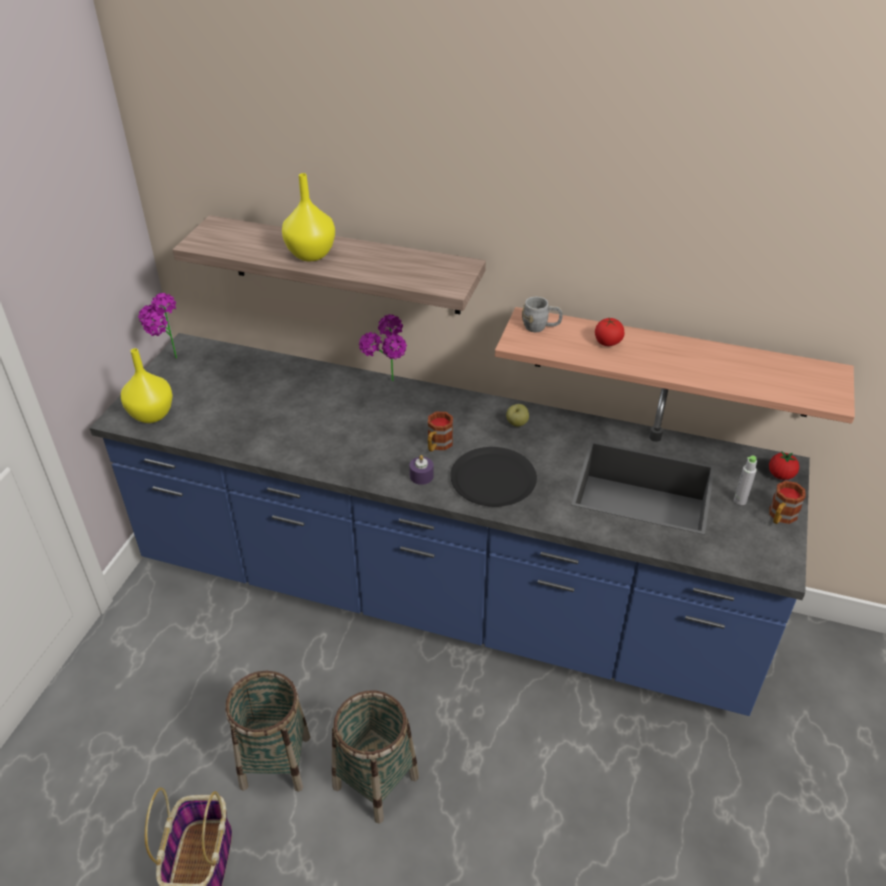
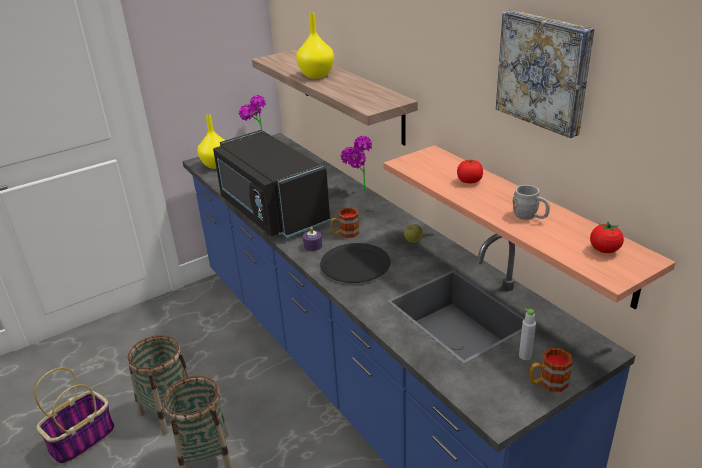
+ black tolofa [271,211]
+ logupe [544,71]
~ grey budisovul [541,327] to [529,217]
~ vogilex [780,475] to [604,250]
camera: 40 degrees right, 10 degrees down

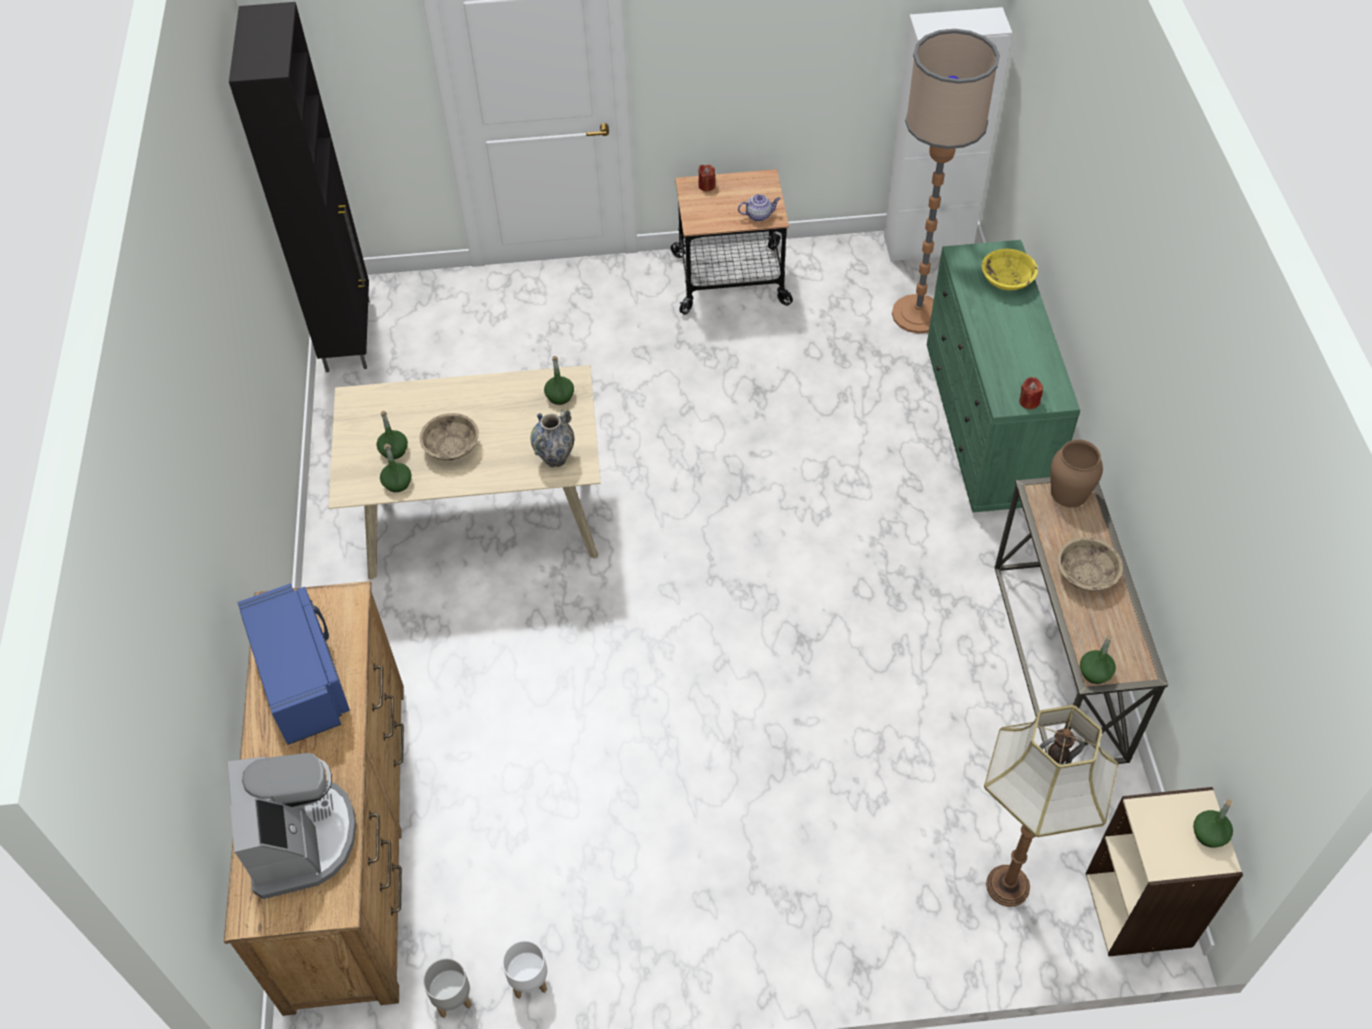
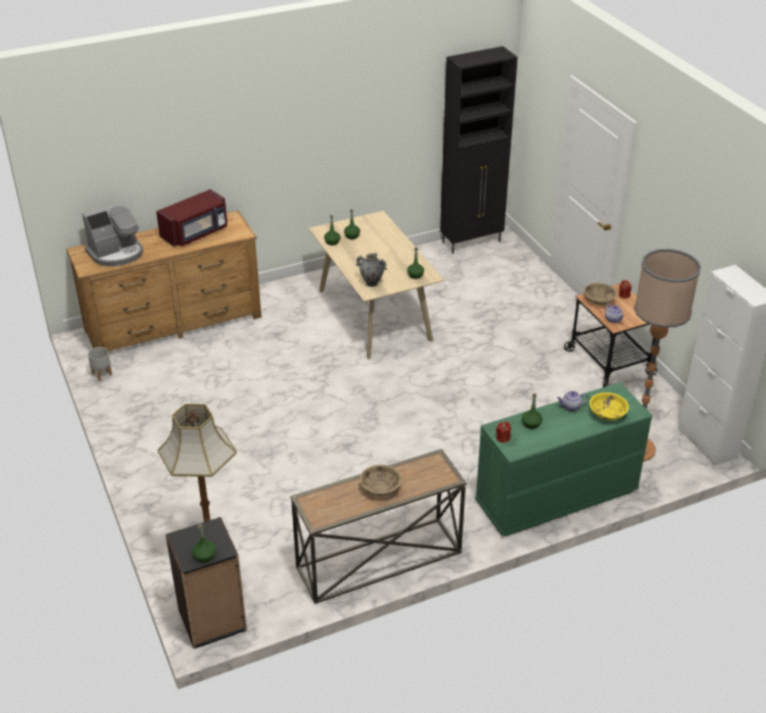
~ blue tolofa [303,680] to red tolofa [195,233]
~ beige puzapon [1139,909] to black puzapon [212,620]
~ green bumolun [1095,673] to [531,424]
+ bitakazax [570,407]
~ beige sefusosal [451,447] to [598,300]
- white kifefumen [529,981]
- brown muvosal [1069,493]
camera: 70 degrees right, 15 degrees down

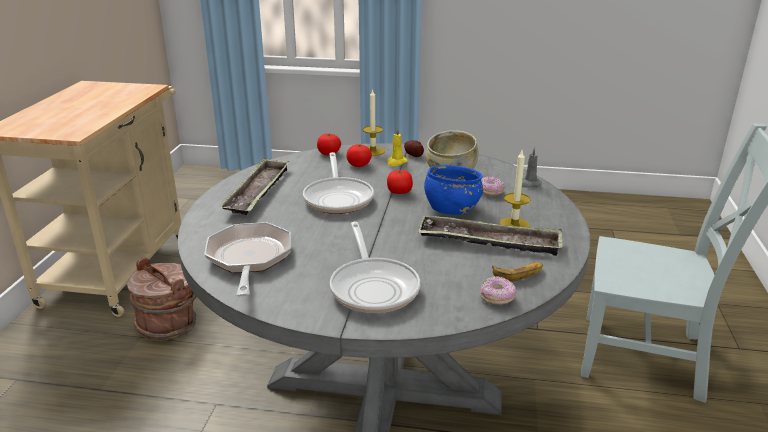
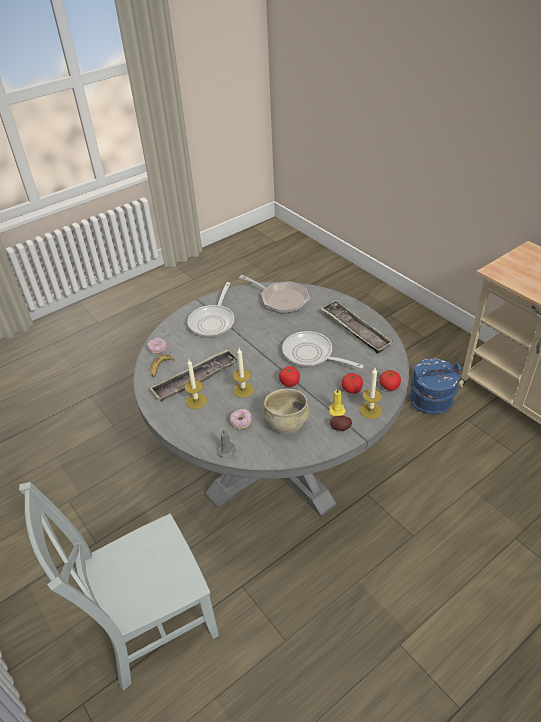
~ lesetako [373,287] = [213,321] 105 degrees counterclockwise
~ blue sefusosal [452,209] to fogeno [243,390]
~ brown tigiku [168,324] to blue tigiku [430,402]
camera: 135 degrees right, 15 degrees up

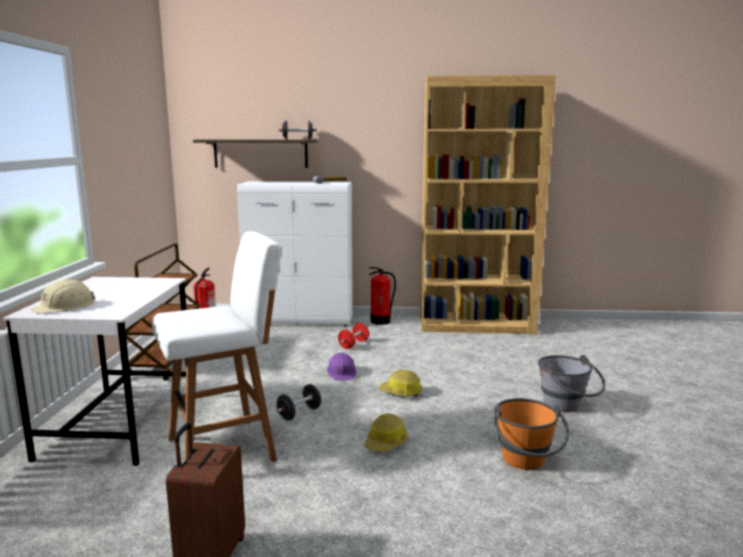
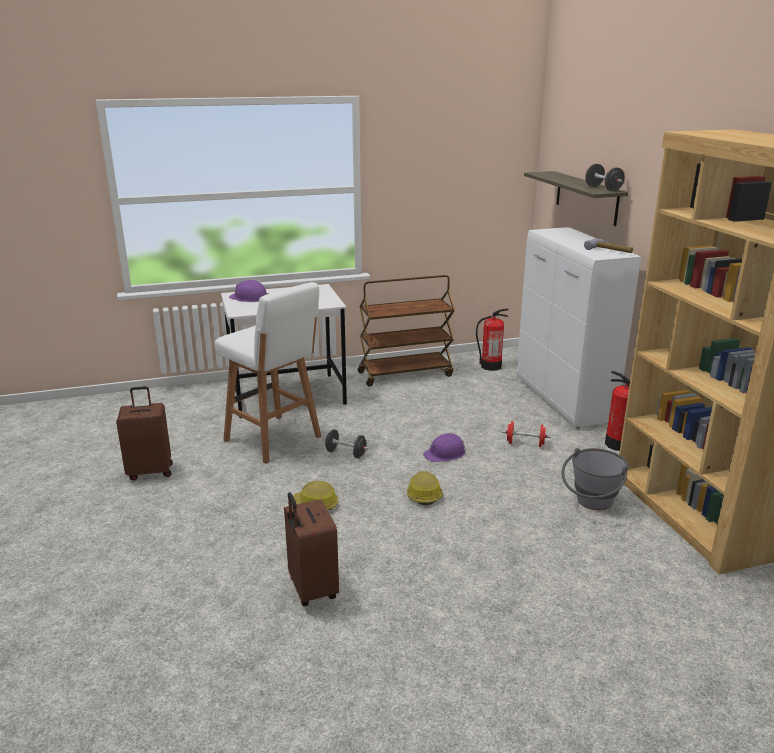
~ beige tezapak [65,306] to purple tezapak [249,298]
~ orange tigiku [526,463] to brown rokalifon [311,589]
~ grey tigiku [567,407] to [591,504]
camera: 70 degrees right, 10 degrees up

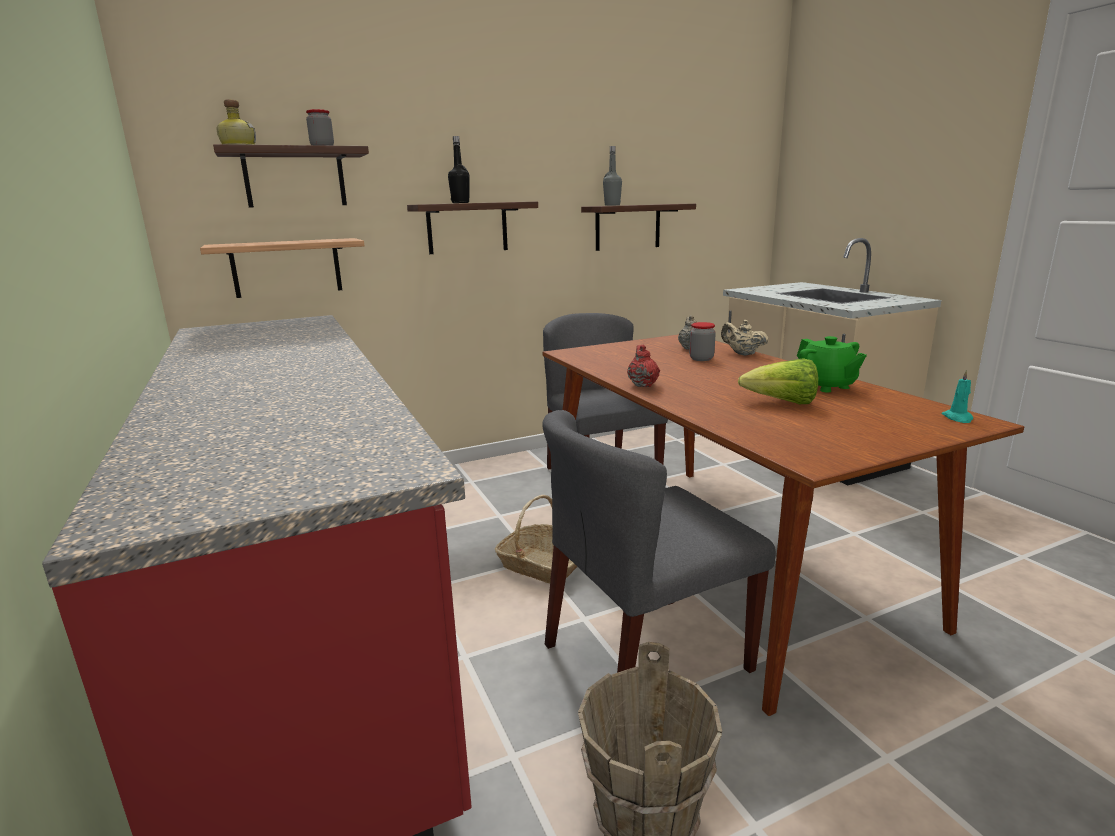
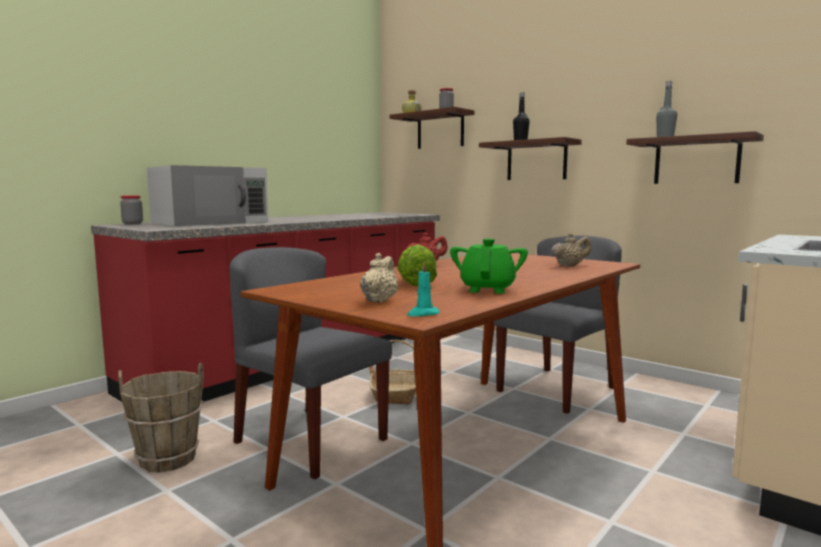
~ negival [701,359] to [132,223]
+ white tolofa [211,222]
~ beige bitakazax [742,354] to [379,300]
~ green bitakazax [825,386] = [487,289] 150 degrees clockwise
- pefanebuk [286,267]
camera: 65 degrees right, 10 degrees down

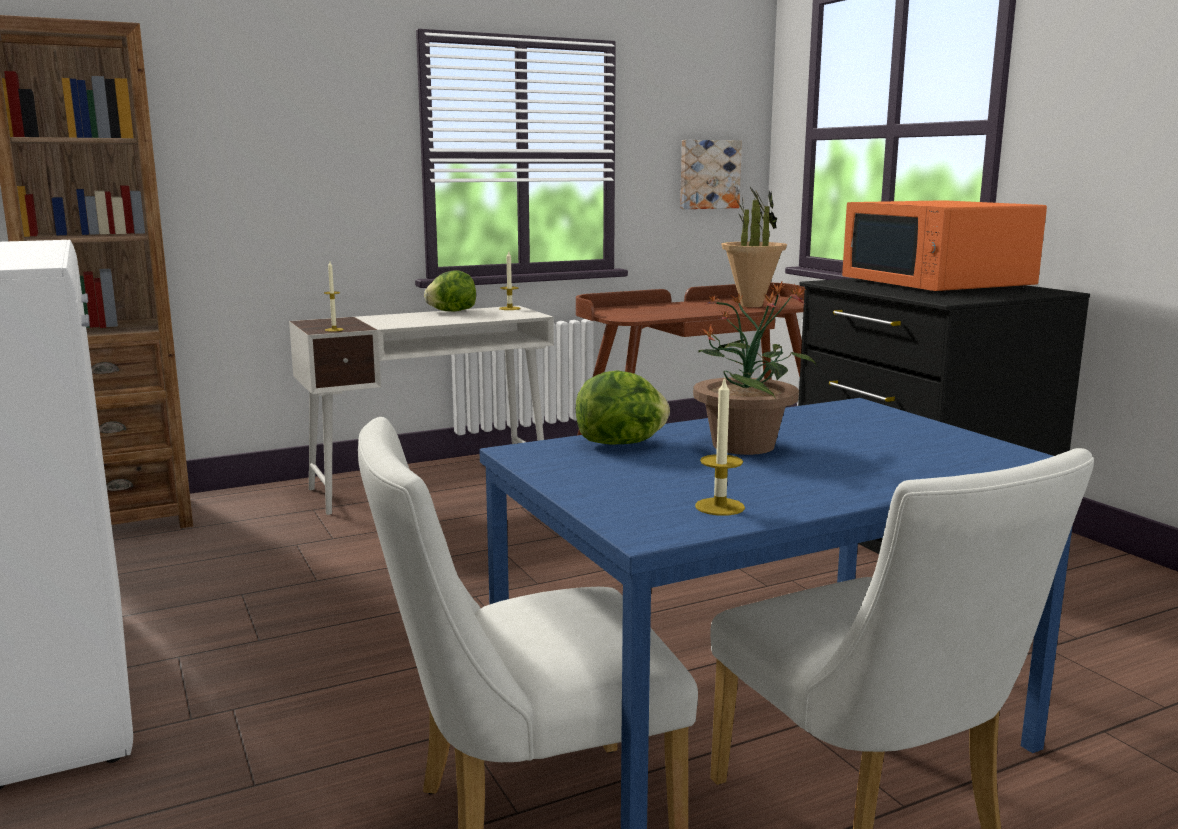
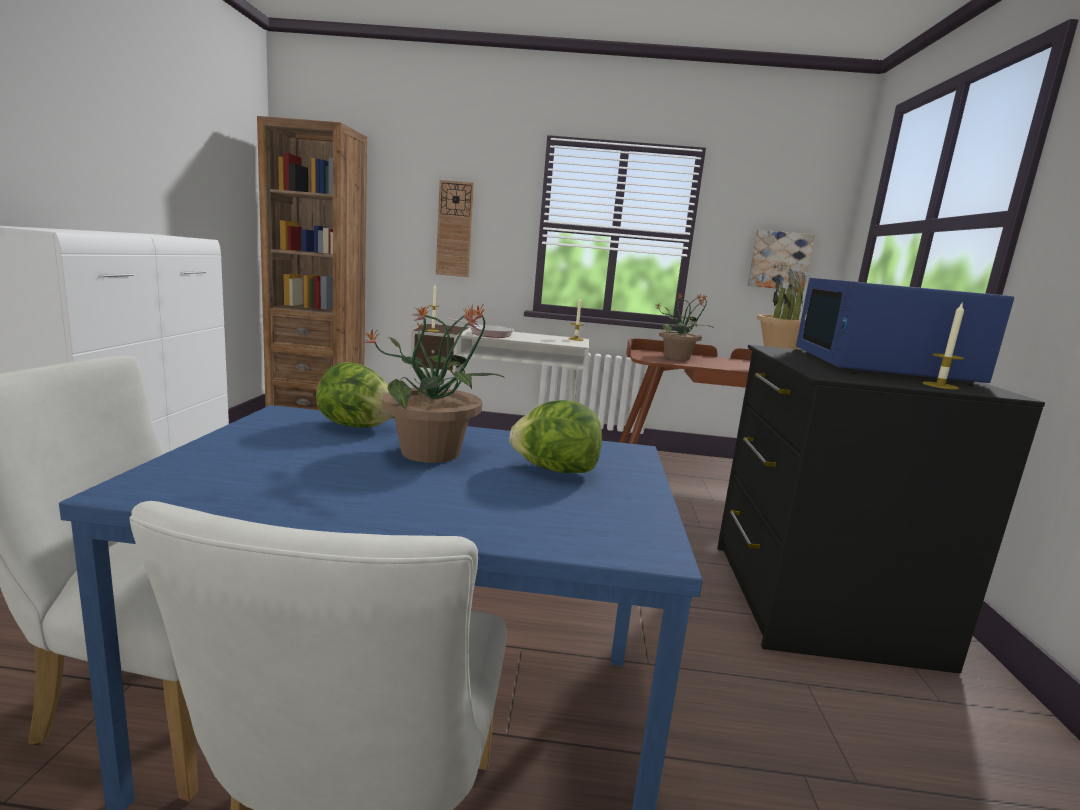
+ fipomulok [454,229]
+ lesetako [487,334]
~ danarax [451,311] to [555,470]
+ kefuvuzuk [678,358]
~ orange tolofa [937,283] to blue tolofa [880,366]
~ fogeno [719,507] to [940,385]
camera: 30 degrees right, 0 degrees up

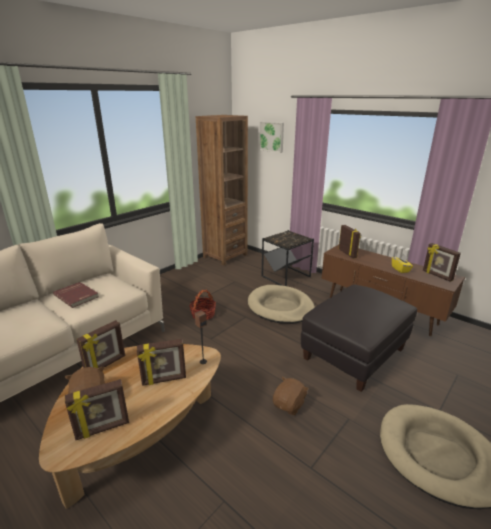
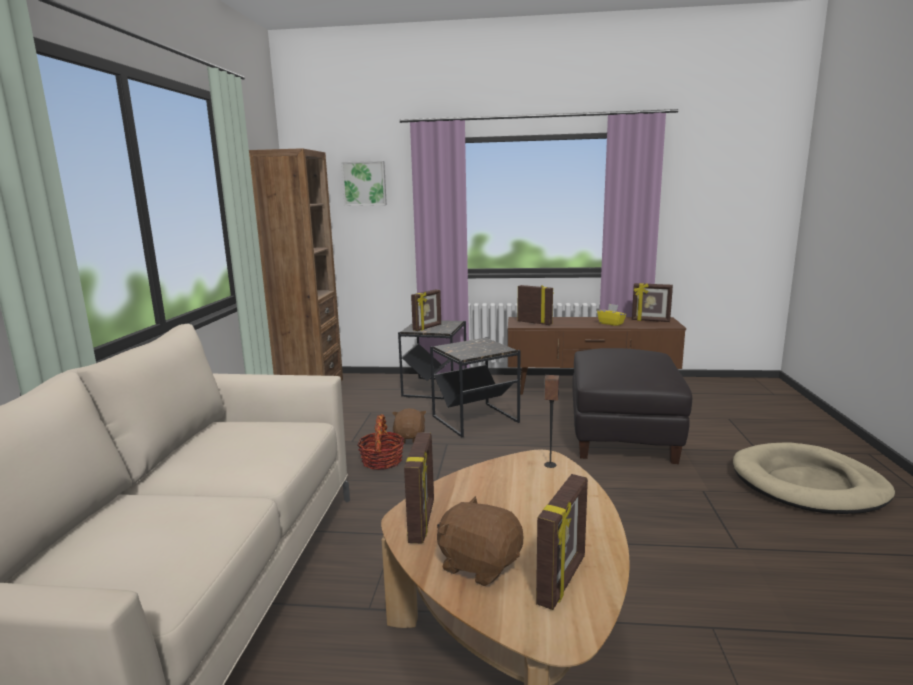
~ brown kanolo [289,405] to [410,439]
~ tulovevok [164,380] to [427,327]
~ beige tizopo [280,307] to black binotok [476,420]
- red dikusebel [77,296]
camera: 35 degrees left, 10 degrees down

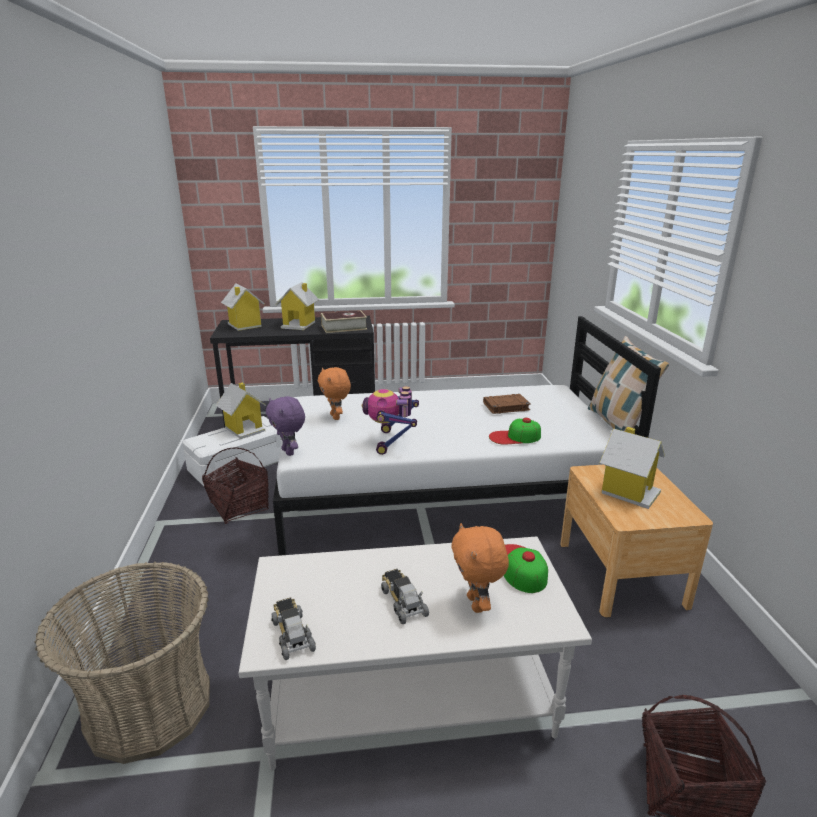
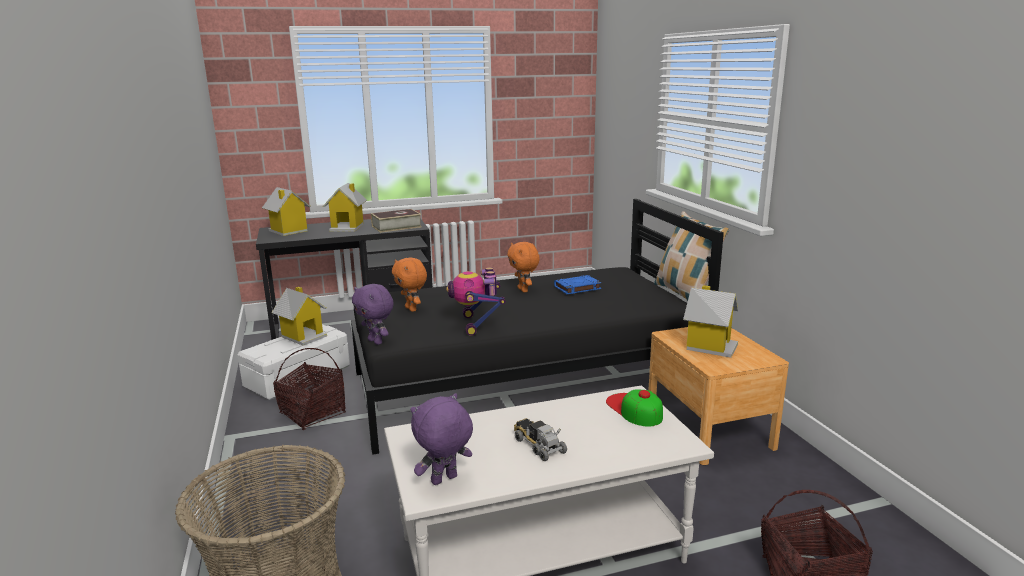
~ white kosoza [445,496] to black kosoza [525,383]
~ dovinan [292,634] to purple kanolo [444,480]
~ orange kanolo [477,604] to [524,290]
~ brown dikusebel [505,407] to blue dikusebel [577,288]
- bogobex [514,437]
camera: 10 degrees left, 5 degrees down

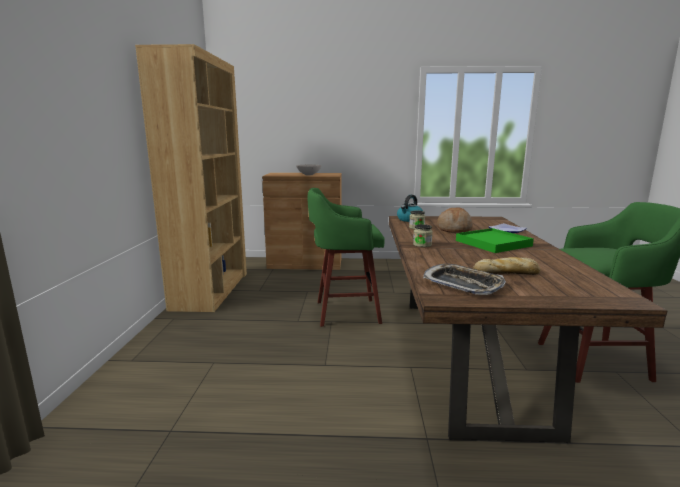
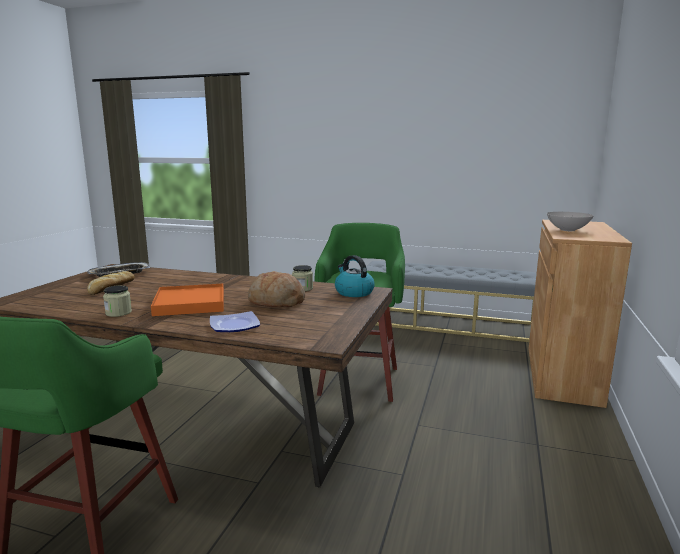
~ negival [422,245] to [118,313]
~ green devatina [492,243] to orange devatina [190,303]
~ brown puzapon [211,290] to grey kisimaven [446,323]
camera: 105 degrees right, 0 degrees up

